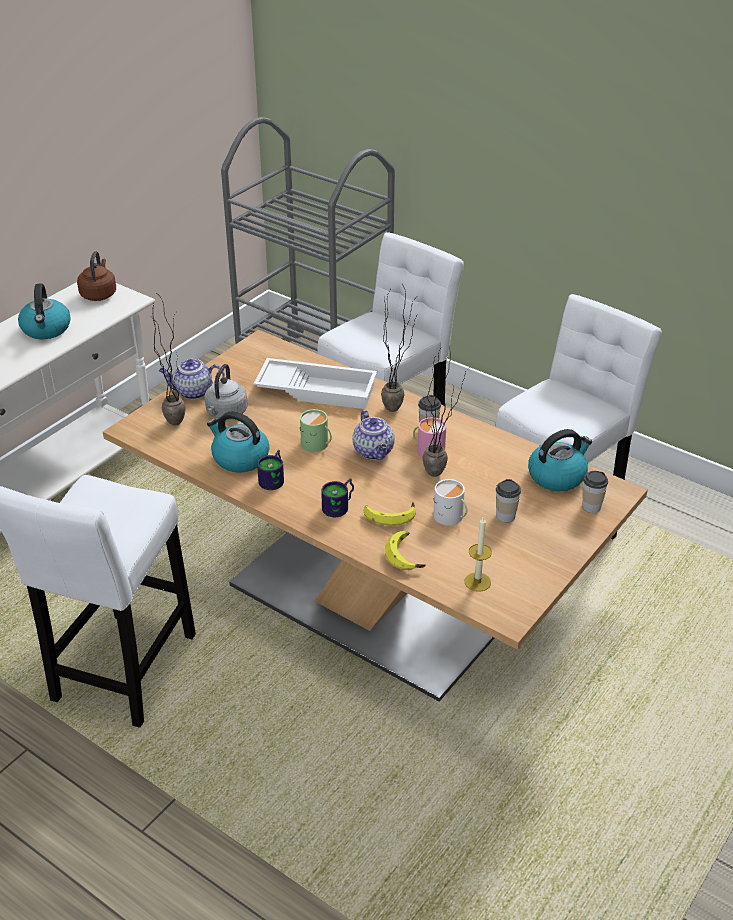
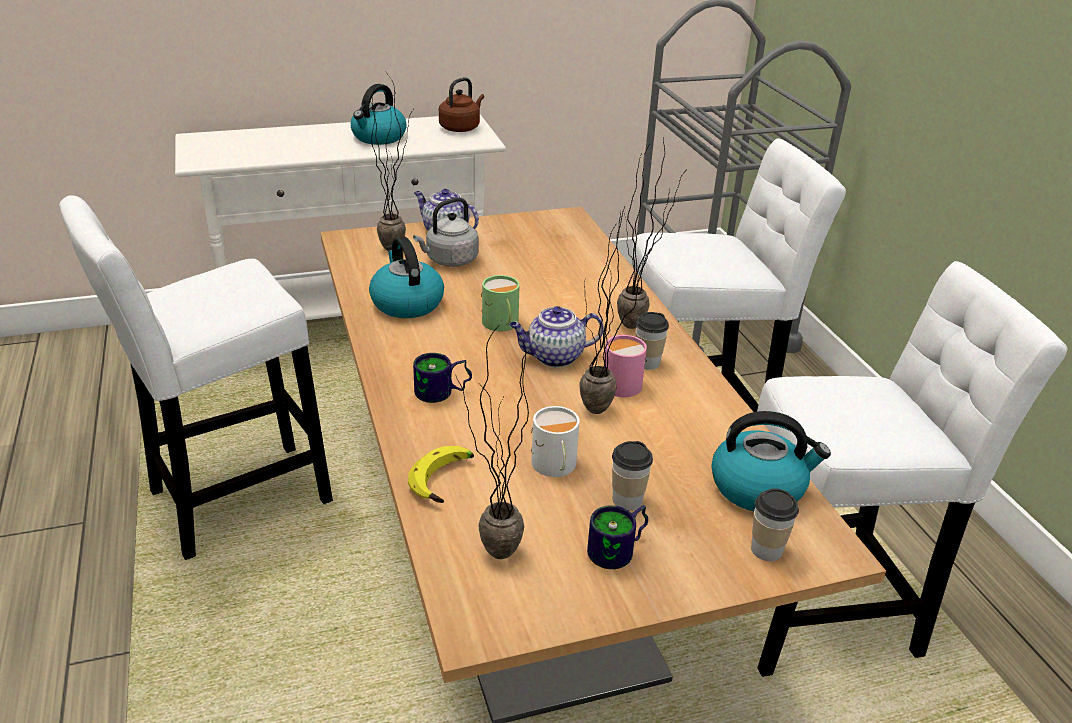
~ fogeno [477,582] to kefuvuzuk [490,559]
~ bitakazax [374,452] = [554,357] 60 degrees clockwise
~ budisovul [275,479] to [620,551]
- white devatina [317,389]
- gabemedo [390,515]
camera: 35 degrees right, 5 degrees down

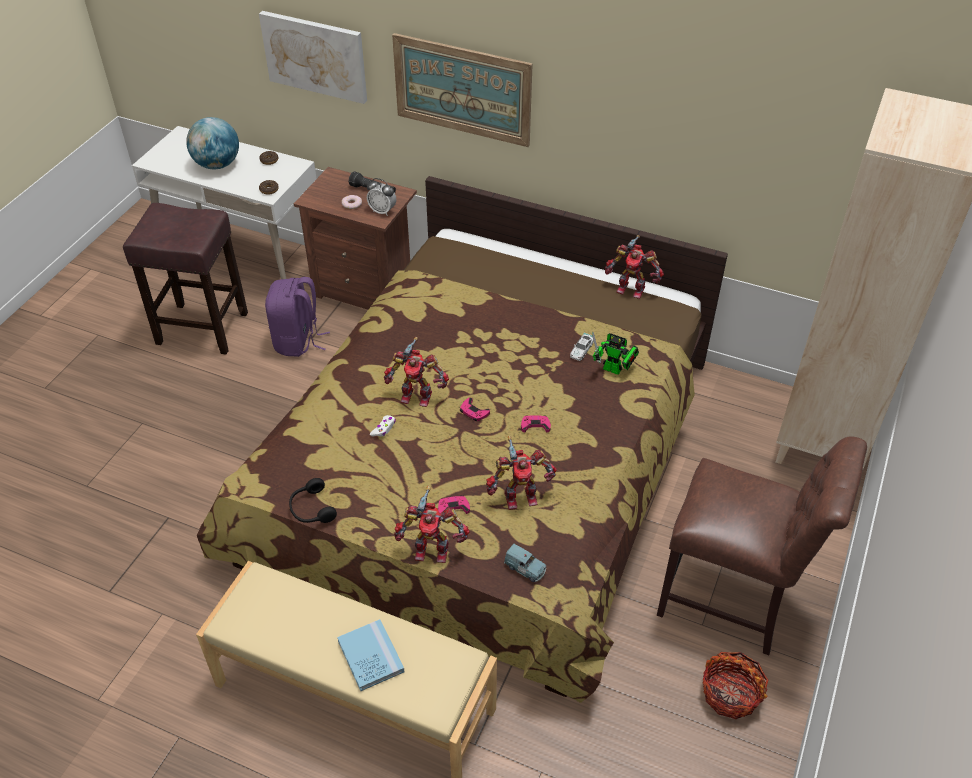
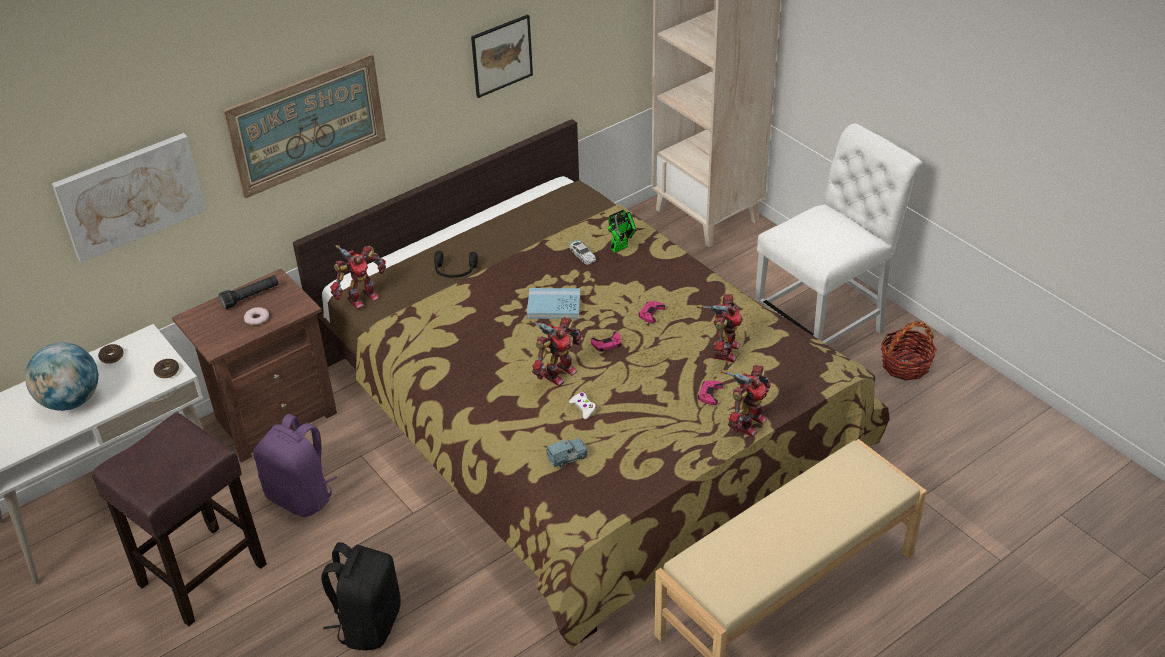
+ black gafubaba [368,623]
~ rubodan [631,288] to [361,297]
~ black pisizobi [311,509] to [455,271]
+ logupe [501,55]
~ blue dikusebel [370,656] to [554,306]
~ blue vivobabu [525,568] to [568,457]
~ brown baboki [733,600] to white baboki [824,327]
- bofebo [382,211]
camera: 60 degrees left, 5 degrees down

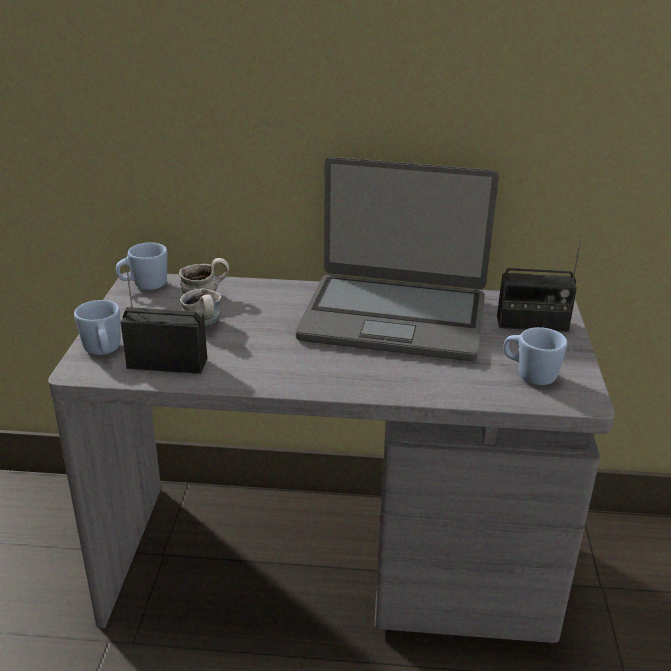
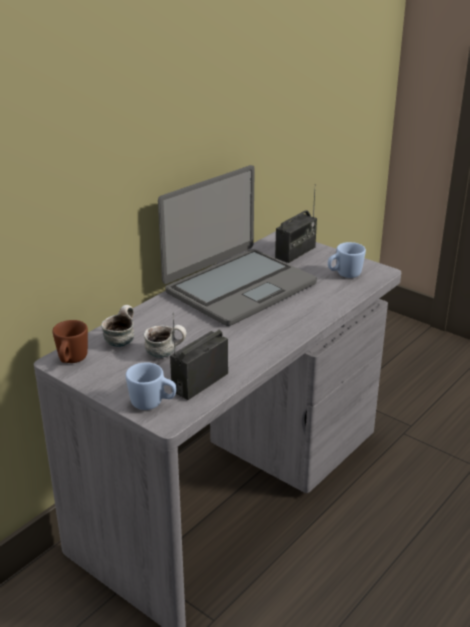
~ blue budisovul [144,286] to brown budisovul [71,360]
camera: 55 degrees left, 0 degrees up

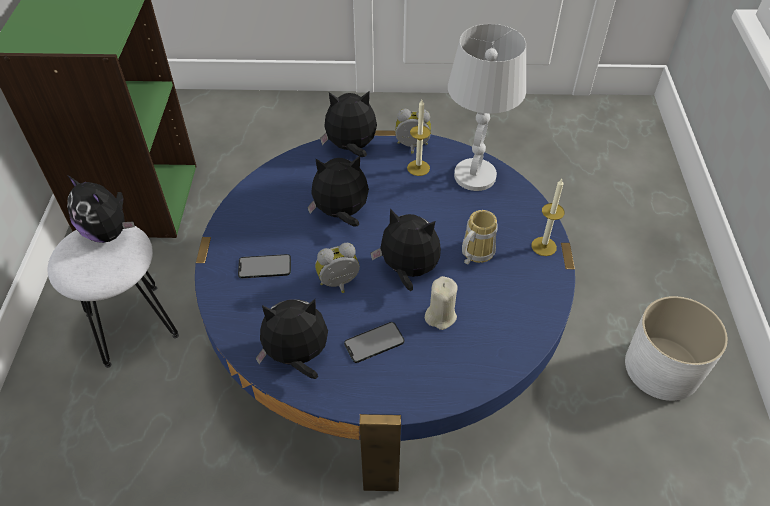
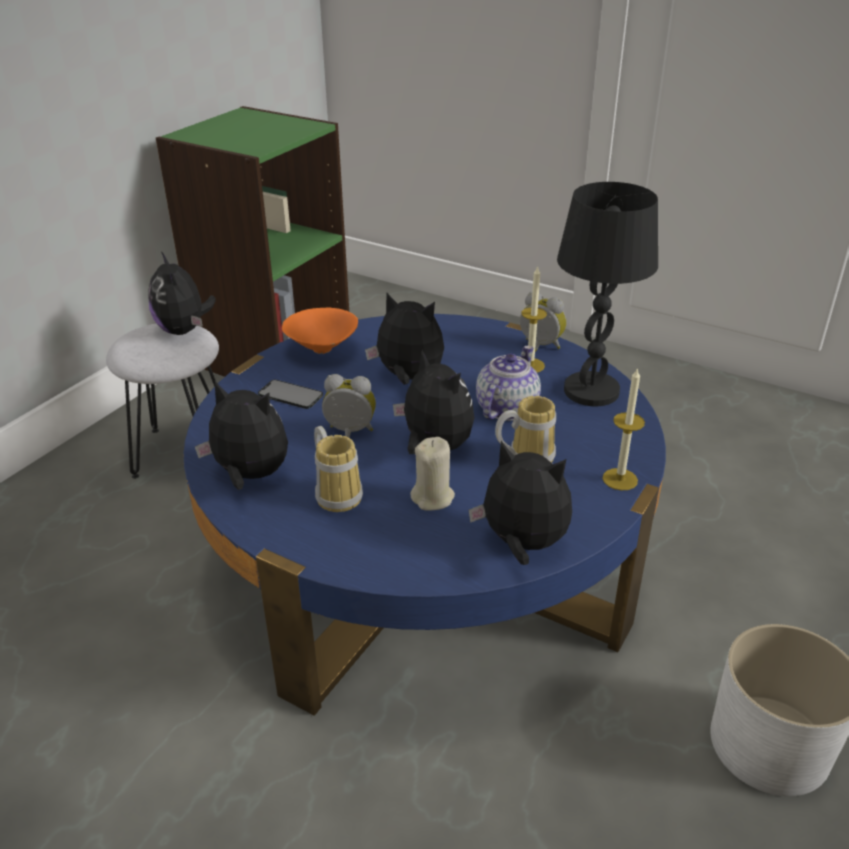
+ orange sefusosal [322,350]
~ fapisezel [374,342] to budisovul [338,493]
~ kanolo [351,148] to [522,544]
+ bitakazax [506,408]
~ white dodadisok [474,175] to black dodadisok [591,390]
camera: 30 degrees right, 15 degrees down

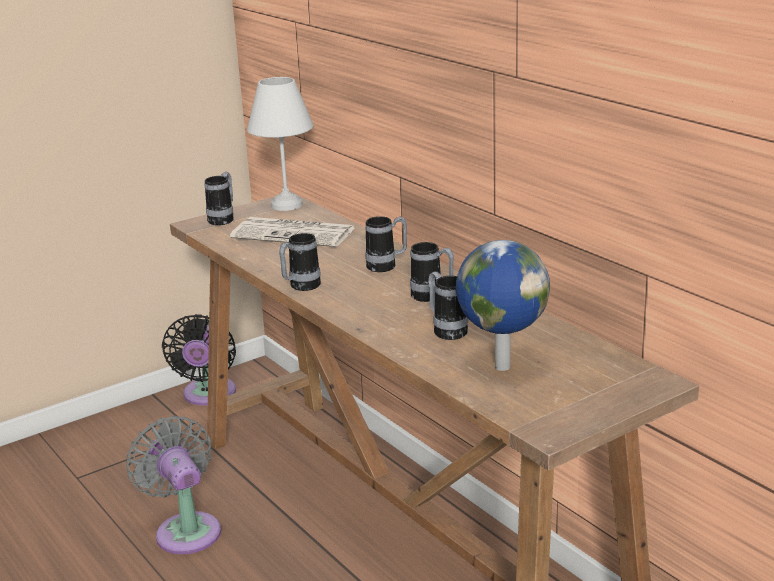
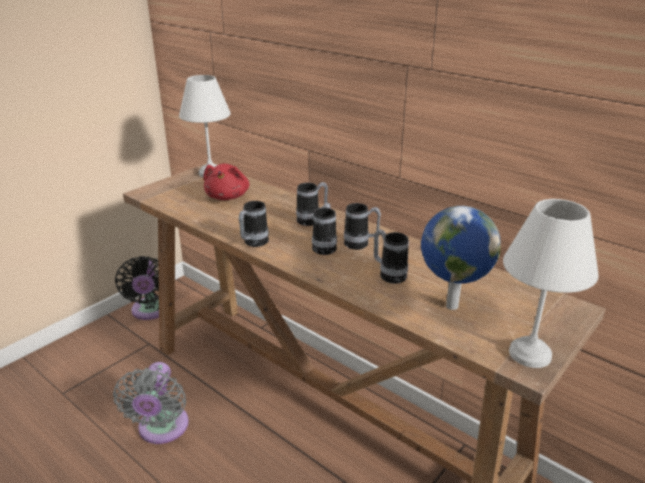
~ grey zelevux [186,530] = [162,429] 135 degrees counterclockwise
~ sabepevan [295,233] to red kanolo [228,196]
~ budisovul [223,219] to [325,246]
+ white dodadisok [527,354]
camera: 15 degrees left, 5 degrees up

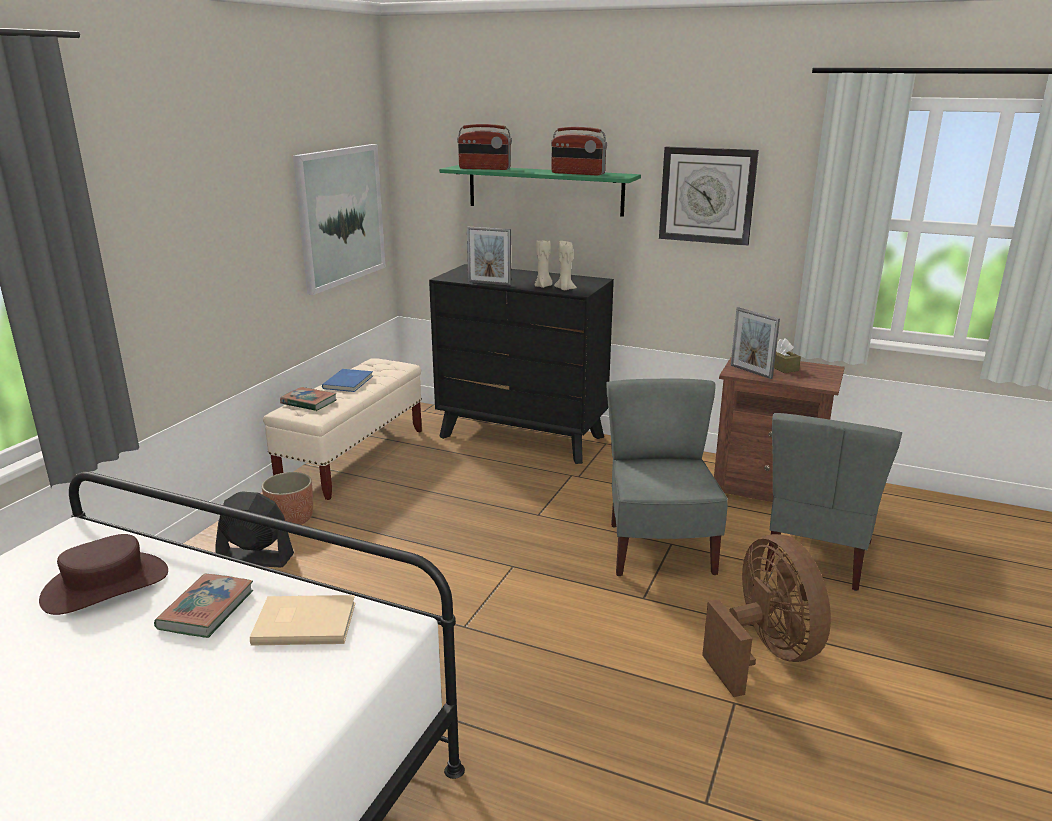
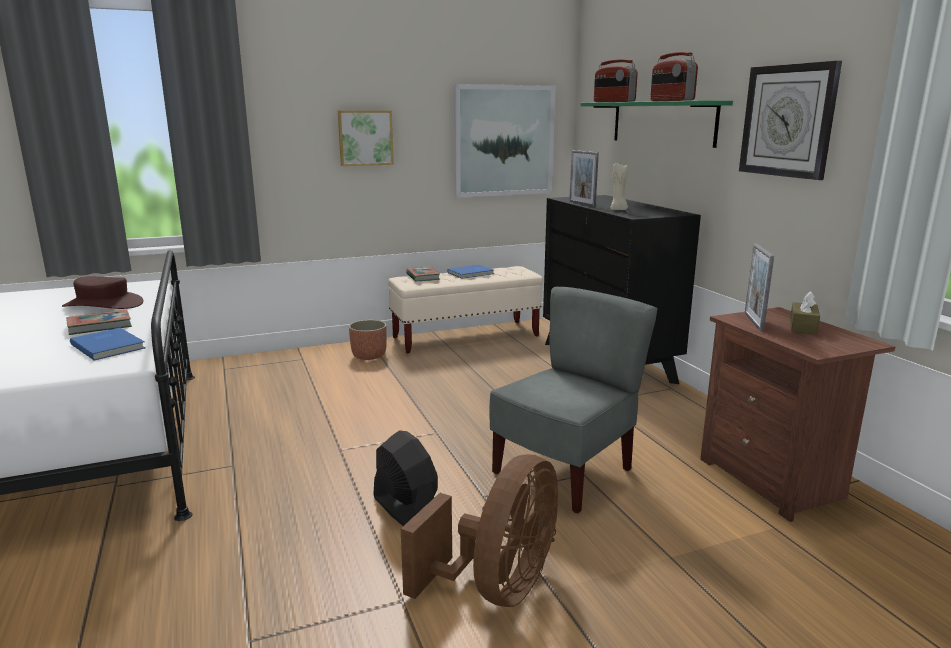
~ beige dikusebel [304,622] to blue dikusebel [109,345]
+ logupe [365,138]
~ black zelevux [255,558] to [405,511]
- beige fogeno [565,289]
- grey baboki [815,556]
camera: 45 degrees right, 5 degrees down

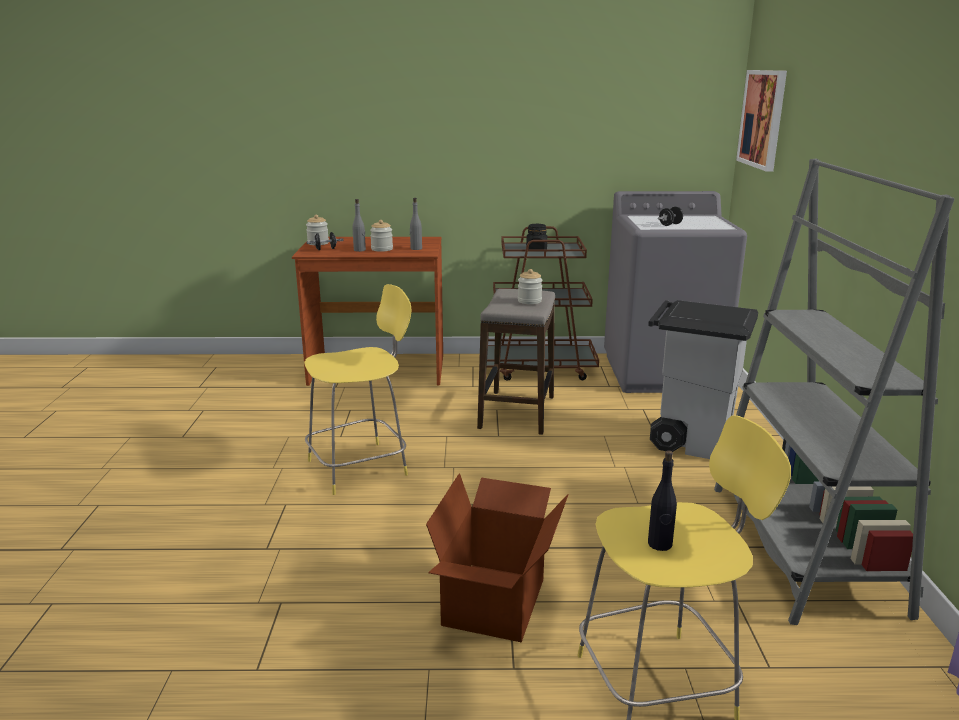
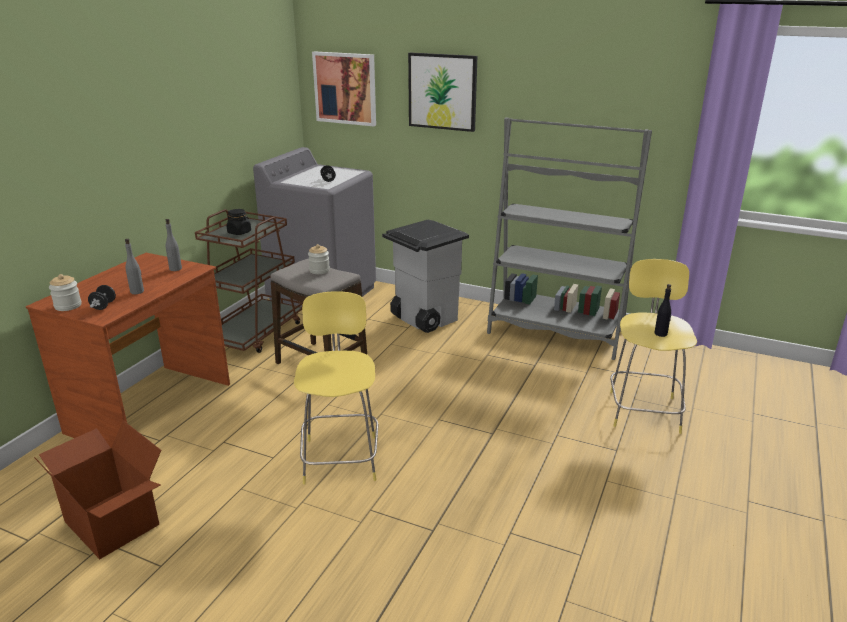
~ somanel [496,602] to [113,522]
+ logupe [442,91]
- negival [382,249]
camera: 65 degrees left, 5 degrees up

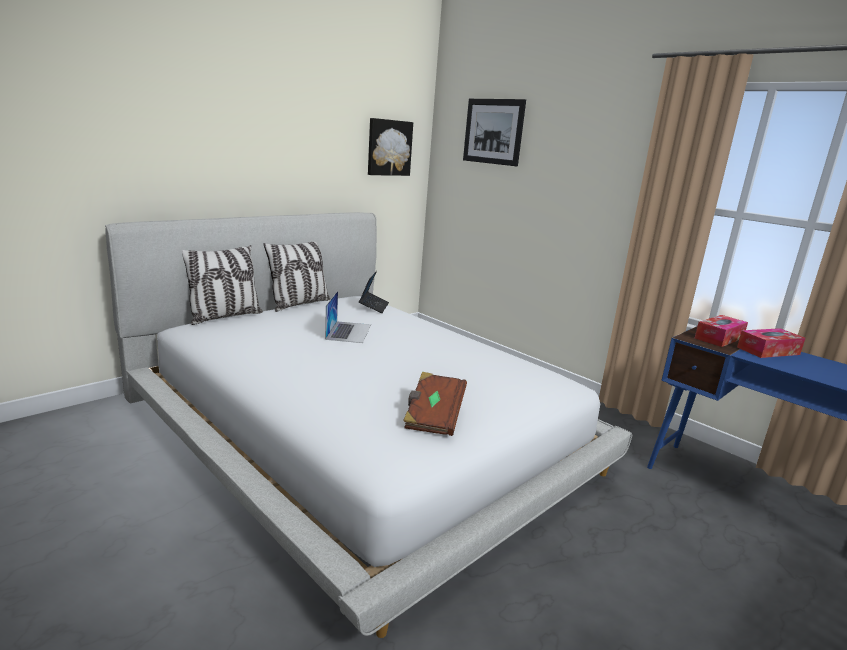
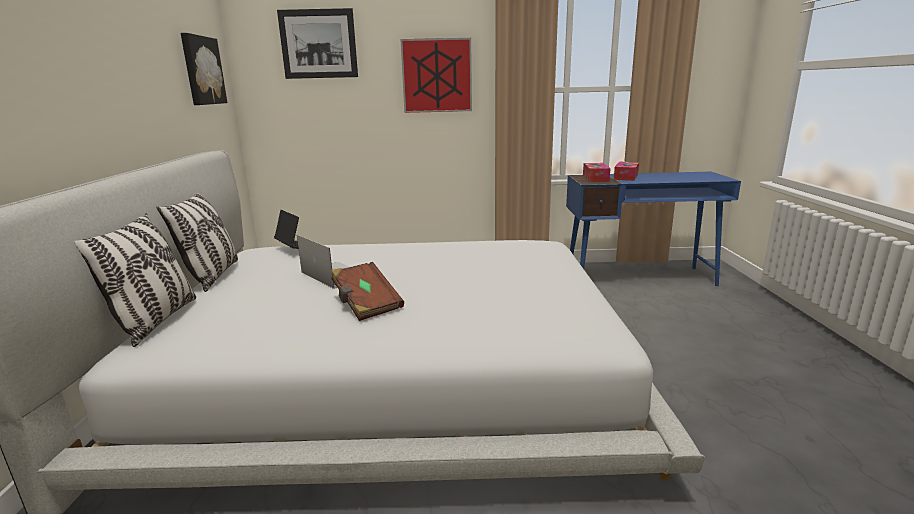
~ brown dikusebel [433,417] to [366,304]
+ logupe [437,76]
camera: 45 degrees left, 0 degrees up

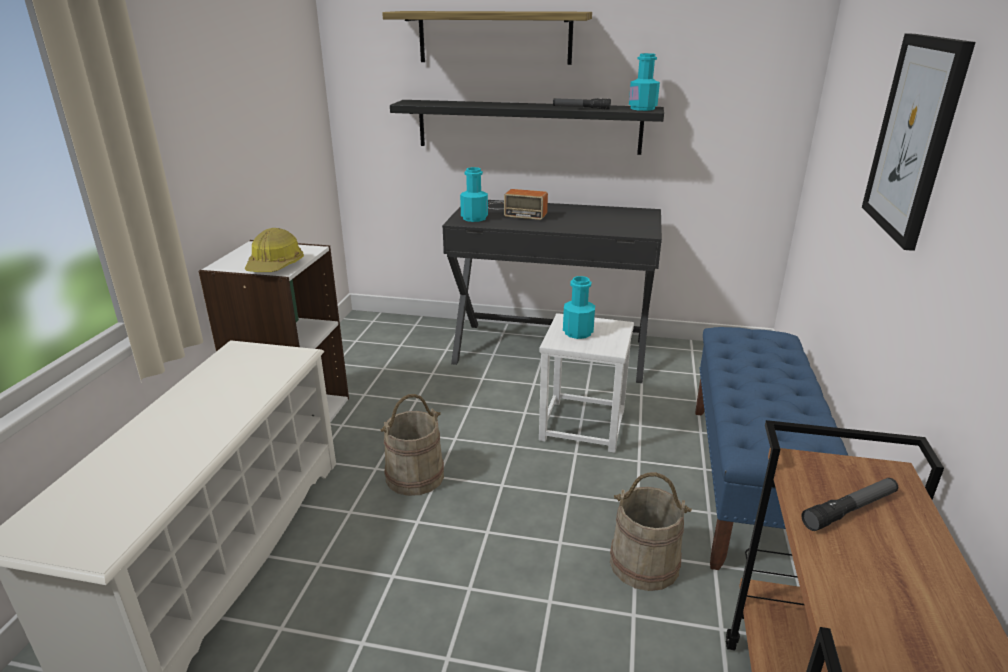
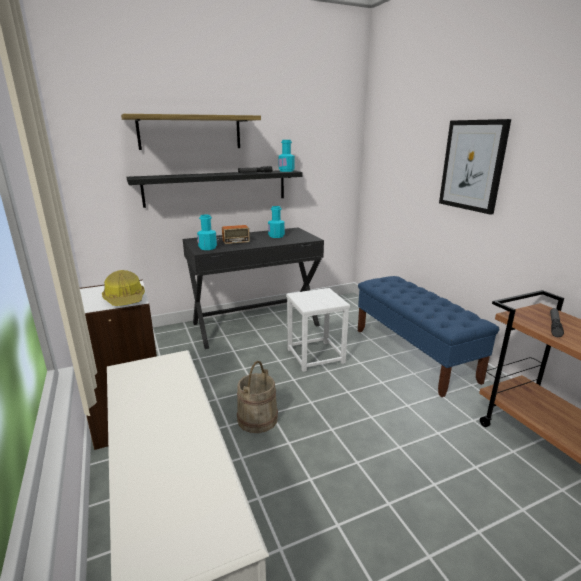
~ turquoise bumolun [578,332] to [276,236]
- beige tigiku [644,564]
camera: 35 degrees left, 5 degrees down

